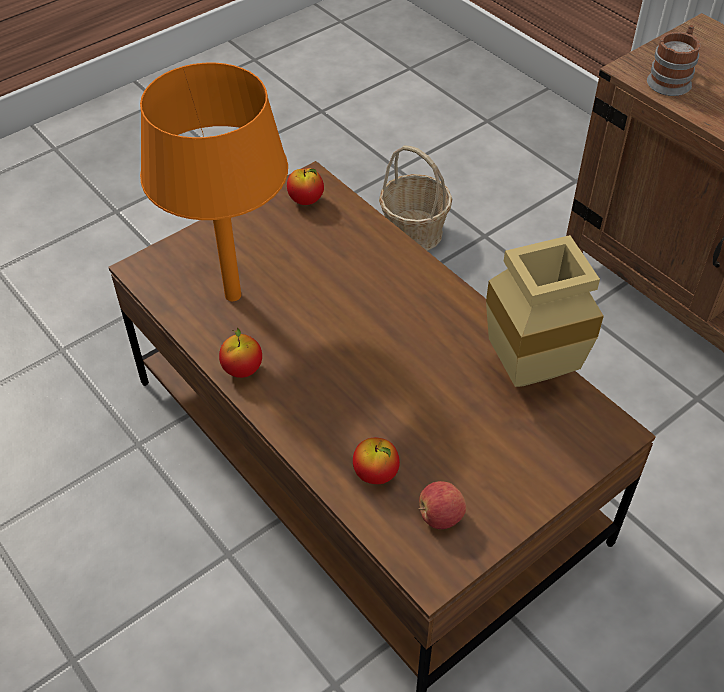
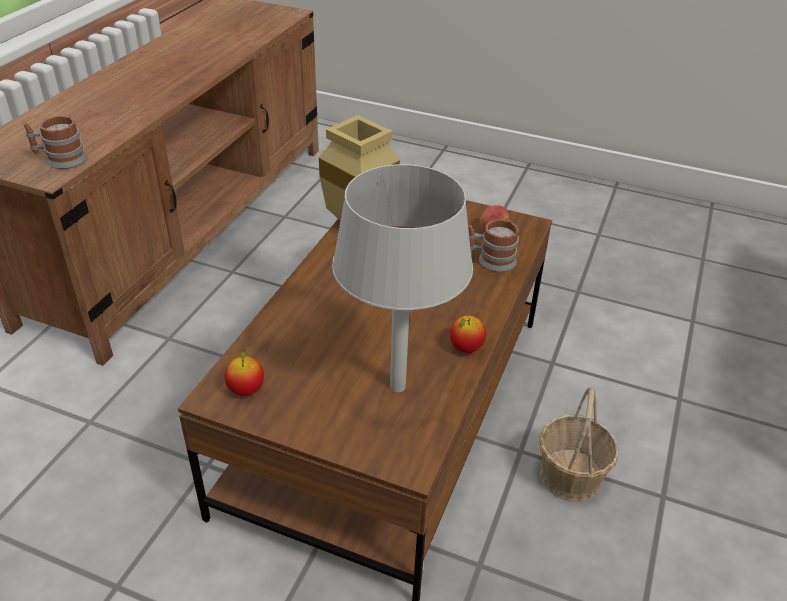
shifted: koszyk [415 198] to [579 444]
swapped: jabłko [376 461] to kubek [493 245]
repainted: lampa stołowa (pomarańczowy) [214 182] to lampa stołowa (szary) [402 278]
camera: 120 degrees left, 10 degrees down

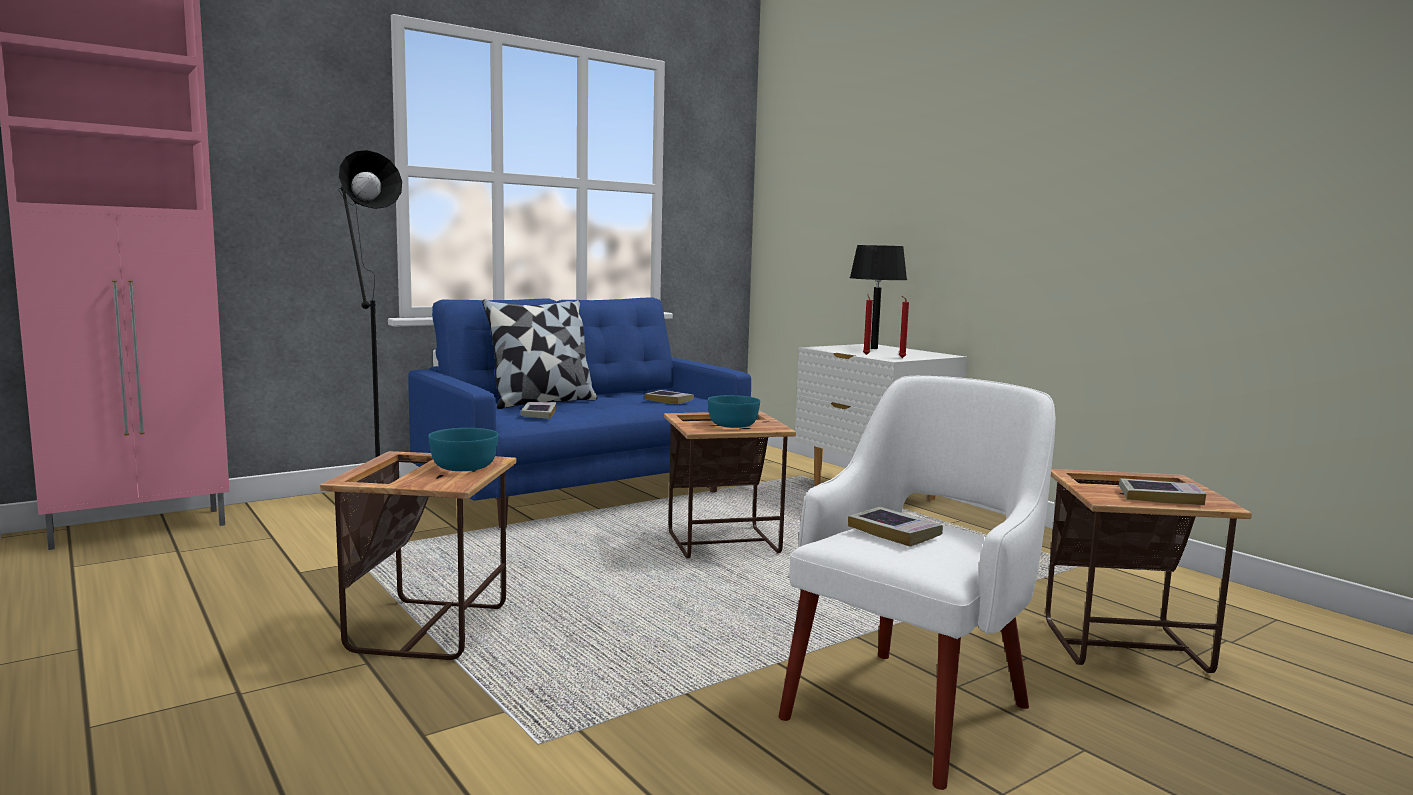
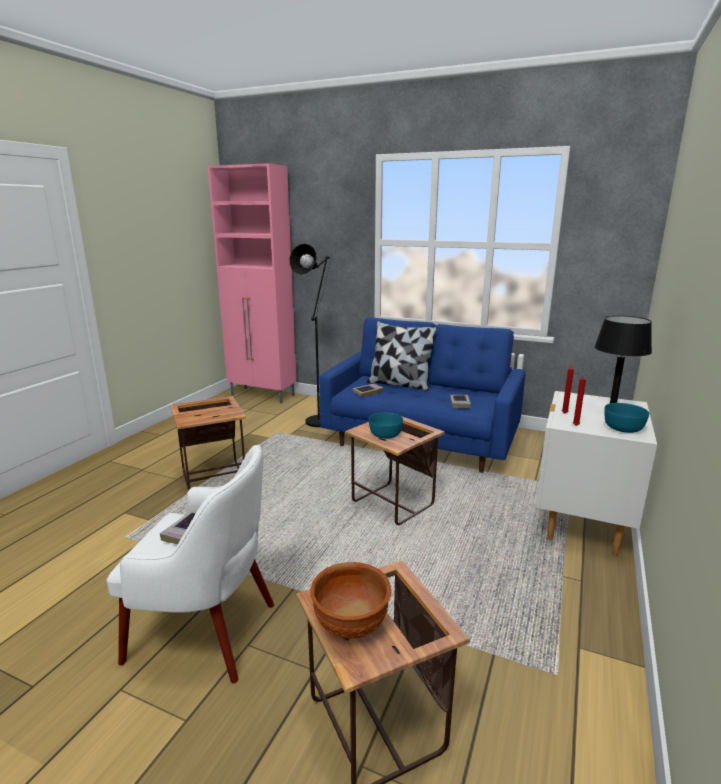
shifted: miska (turkusowy) [463 449] to [626 418]
swapped: książka [1162 491] to miska (brązowy) [350 600]
camera: 60 degrees right, 10 degrees up

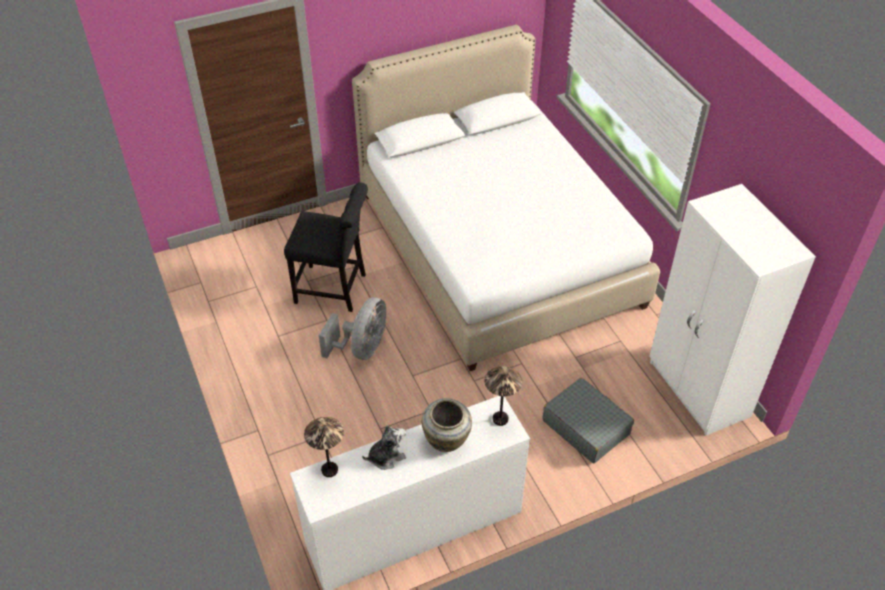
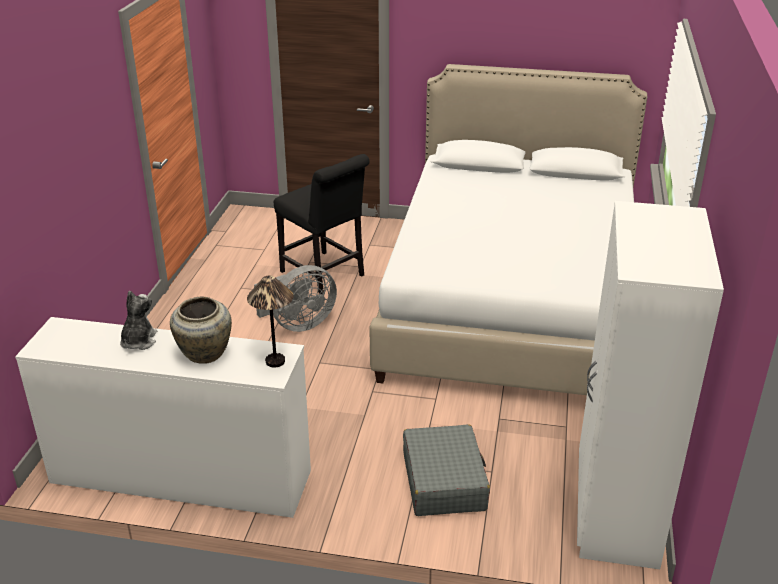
gone: lampa stołowa [324 447]
rotated: pluszak [384 447] = [138 320] 90 degrees counterclockwise
camera: 35 degrees right, 15 degrees down

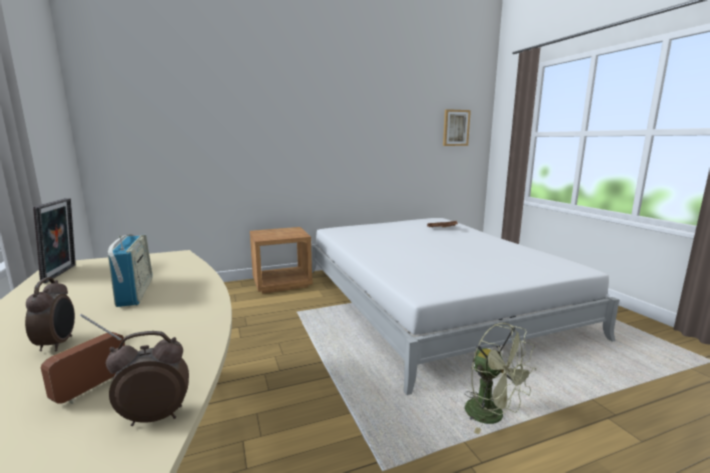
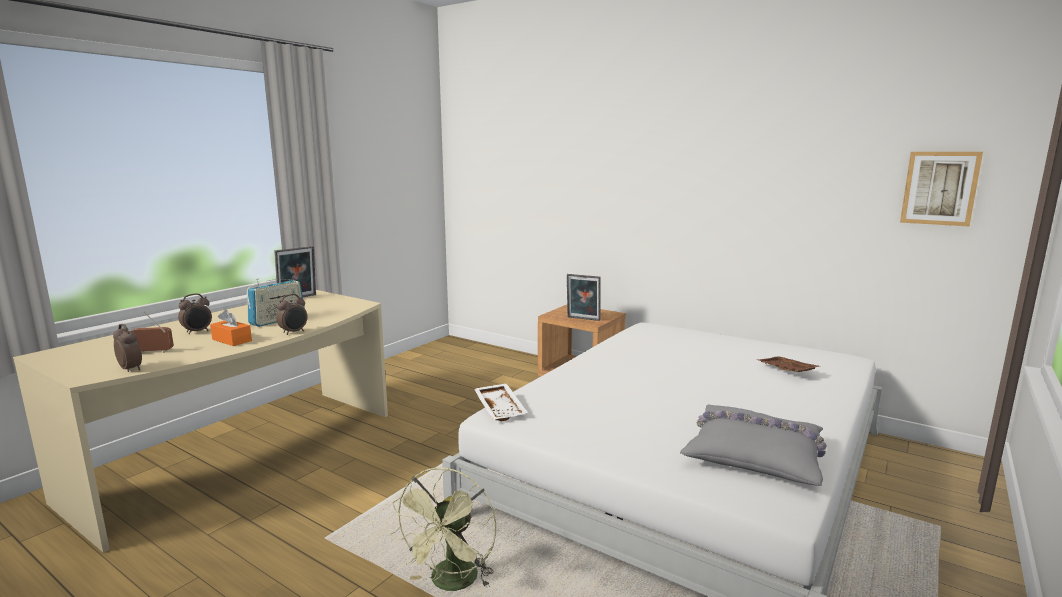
new: ramka na zdjęcie [584 297]; budzik [292 314]; pudełko chusteczek (pomarańczowy) [231 328]; taca (biały) [501 402]; poduszka (szary) [753 445]
camera: 55 degrees right, 0 degrees up

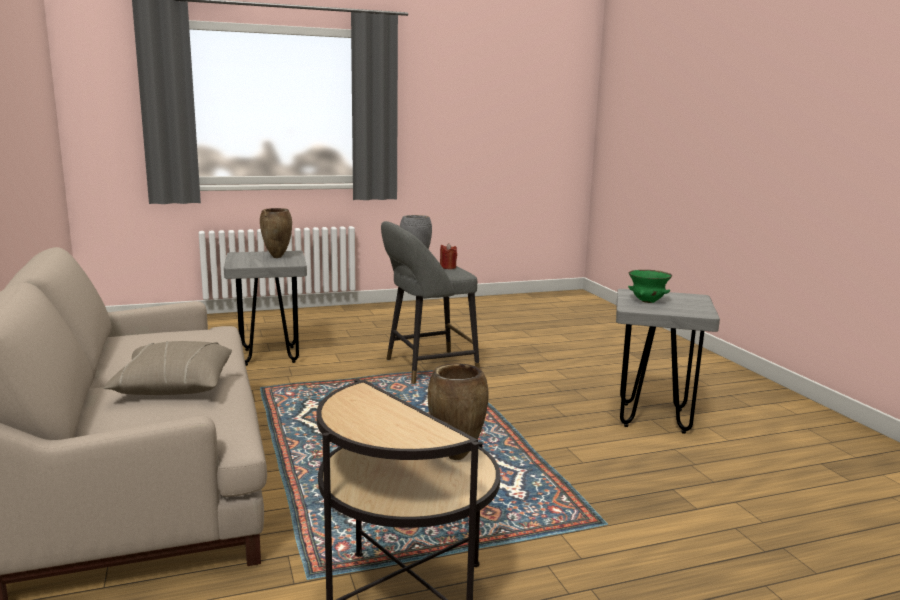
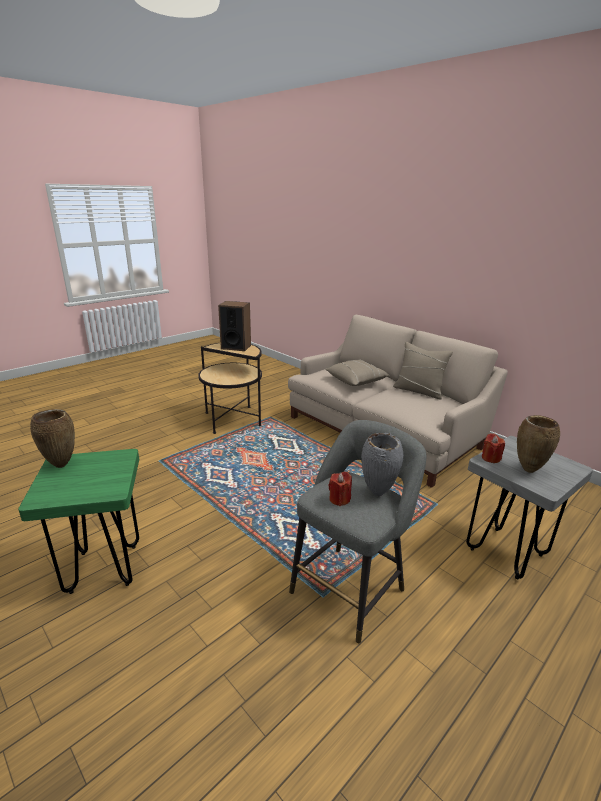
gone: miska (zielony) [650 286]
new: głośnik [234 326]; poduszka (beżowy) [423 370]; świeca (czerwony) [493 448]
shifted: wazon (brązowy) [457 411] to [52 438]
repainted: stołek (szary) [668 361] to stołek (zielony) [78 521]
camera: 155 degrees right, 10 degrees up

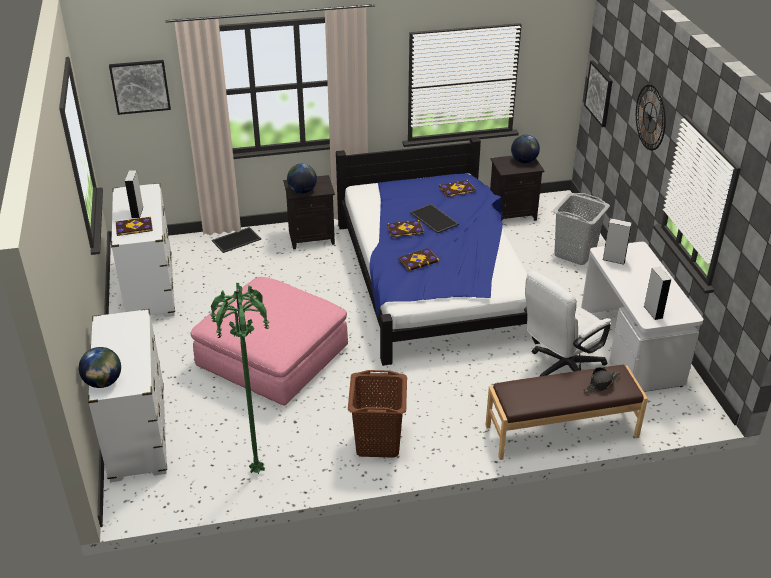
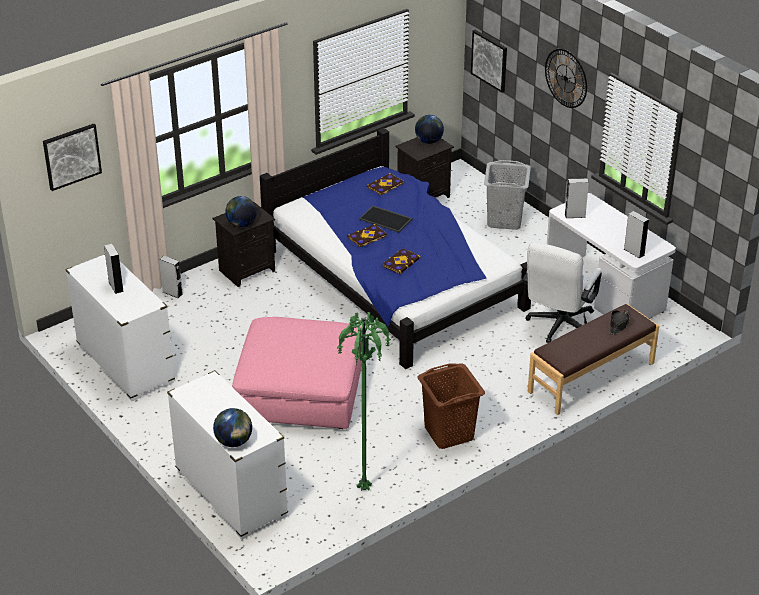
gone: książka [134 226]
swapped: taca [236 240] to głośnik (szary) [171 277]
camera: 25 degrees left, 0 degrees up

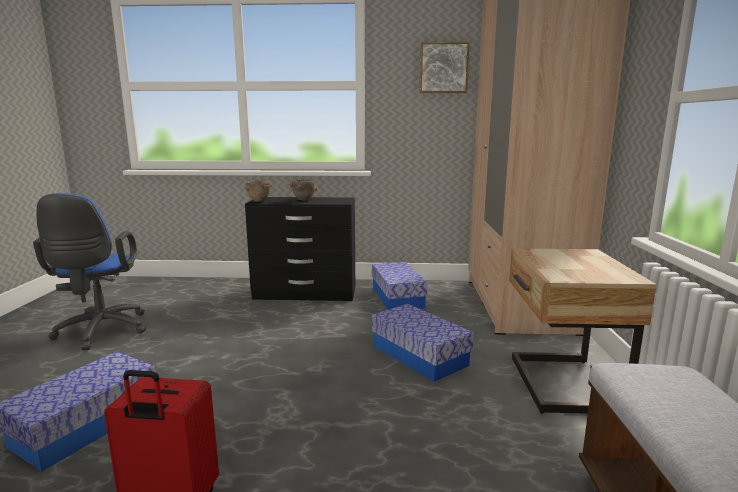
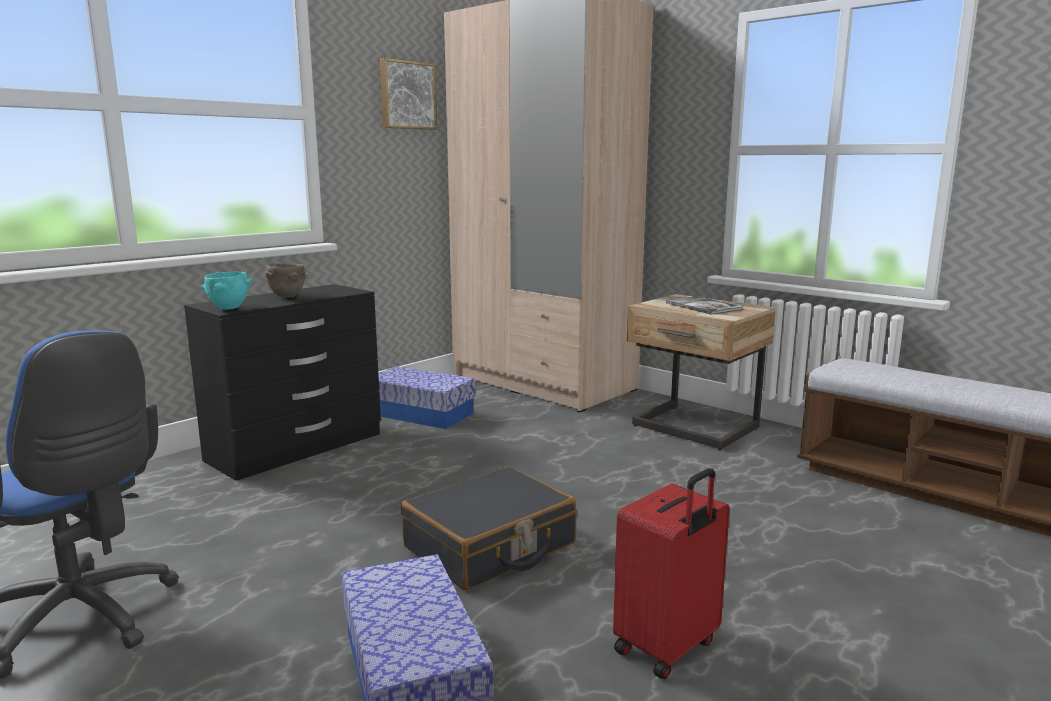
gone: pojemnik do przechowywania [423 343]
new: książka [704 305]; walizka (czarny) [489 528]
repainted: miska (brązowy) [258 191] to miska (turkusowy) [226 291]
camera: 50 degrees left, 0 degrees up

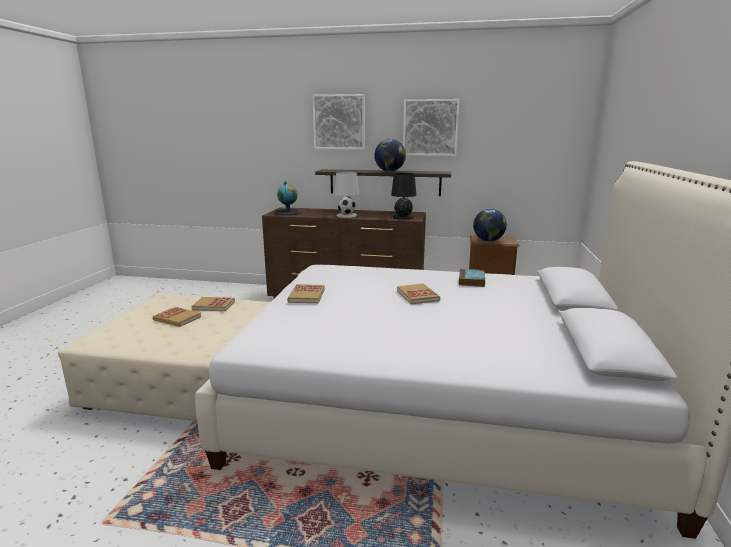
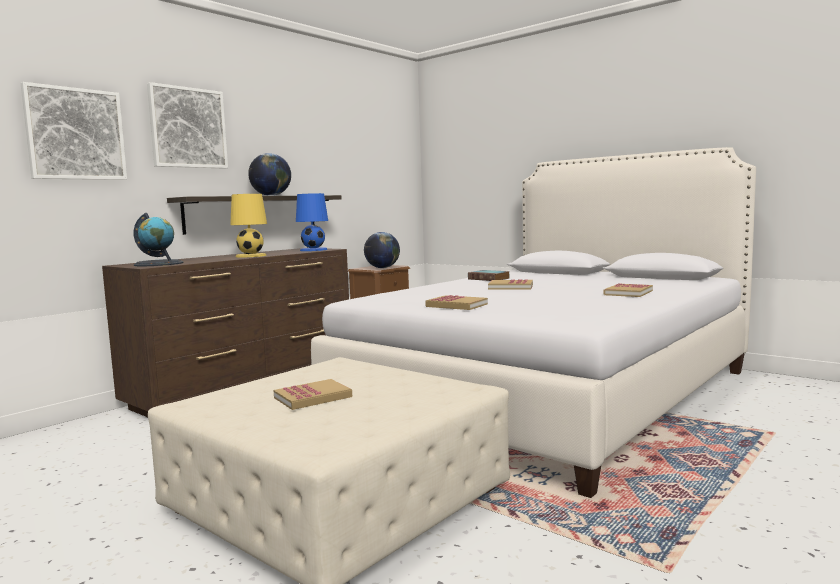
shifted: obraz [431 127] to [74 131]; książka [213 304] to [628 290]
repainted: lampa stołowa (biały) [346 195] to lampa stołowa (żółty) [248 225]; lampa stołowa (czarny) [403 196] to lampa stołowa (niebieski) [312 222]
camera: 60 degrees left, 10 degrees down

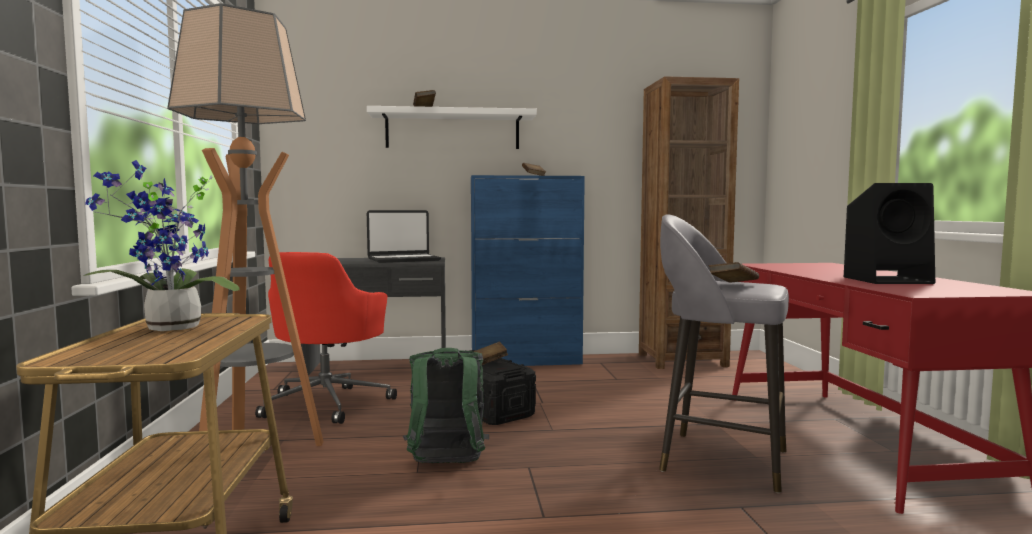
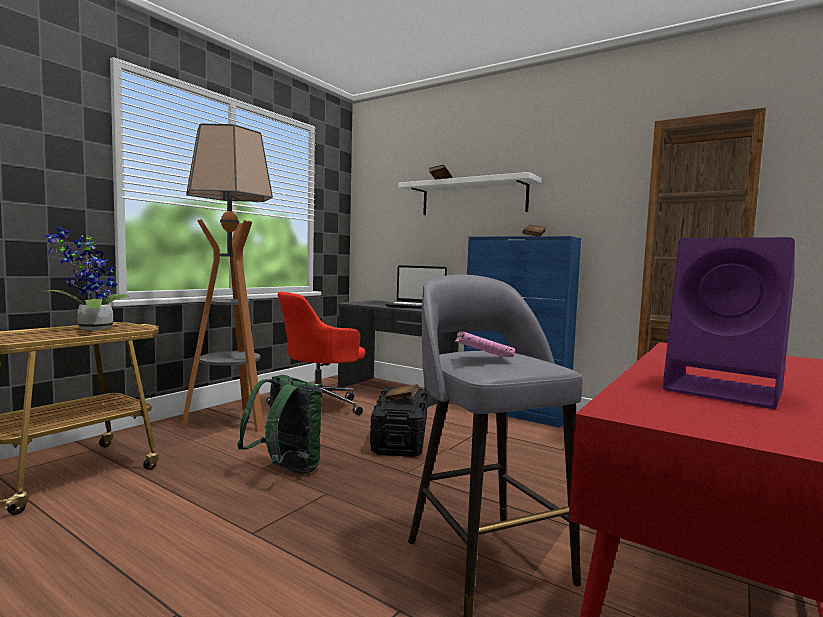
repainted: głośnik (czarny) [889 233] to głośnik (fioletowy) [729 323]; książka (brązowy) [733 272] to książka (różowy) [485 344]
camera: 40 degrees right, 0 degrees up

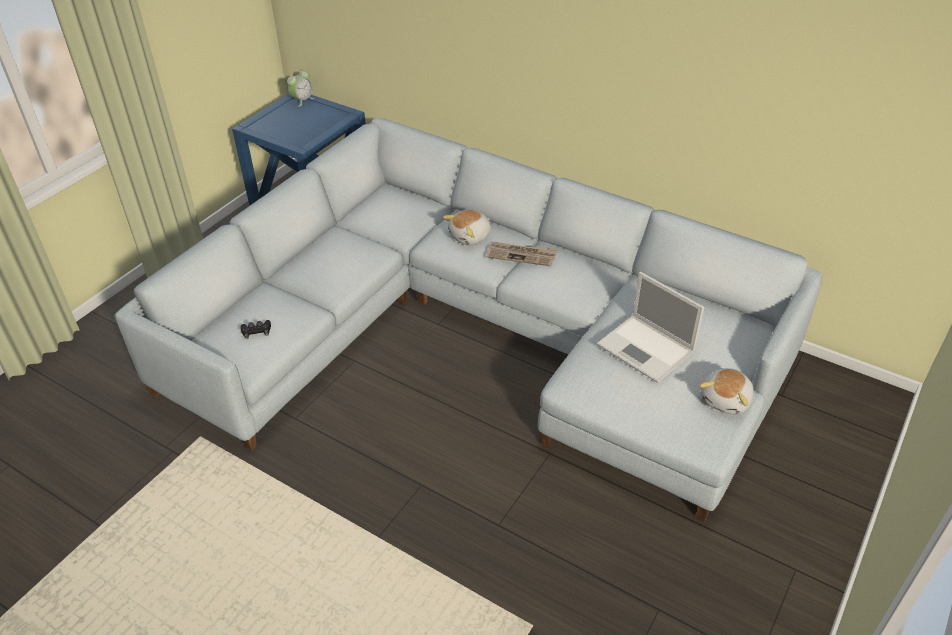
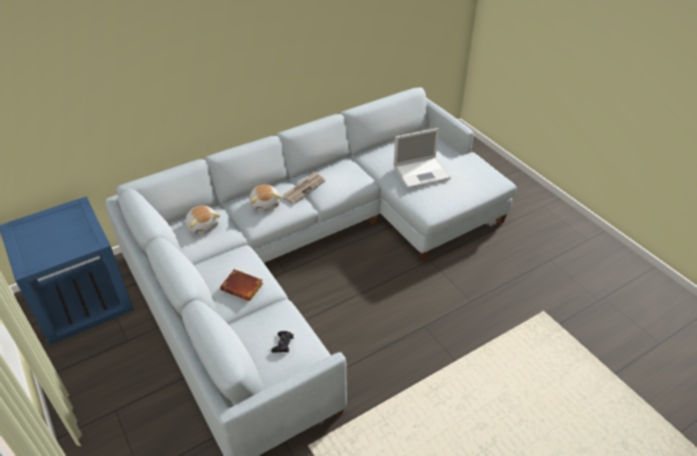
gone: budzik [300 88]
new: książka (brązowy) [241 285]
shifted: pluszak [726 391] to [203 220]
camera: 65 degrees left, 0 degrees up

